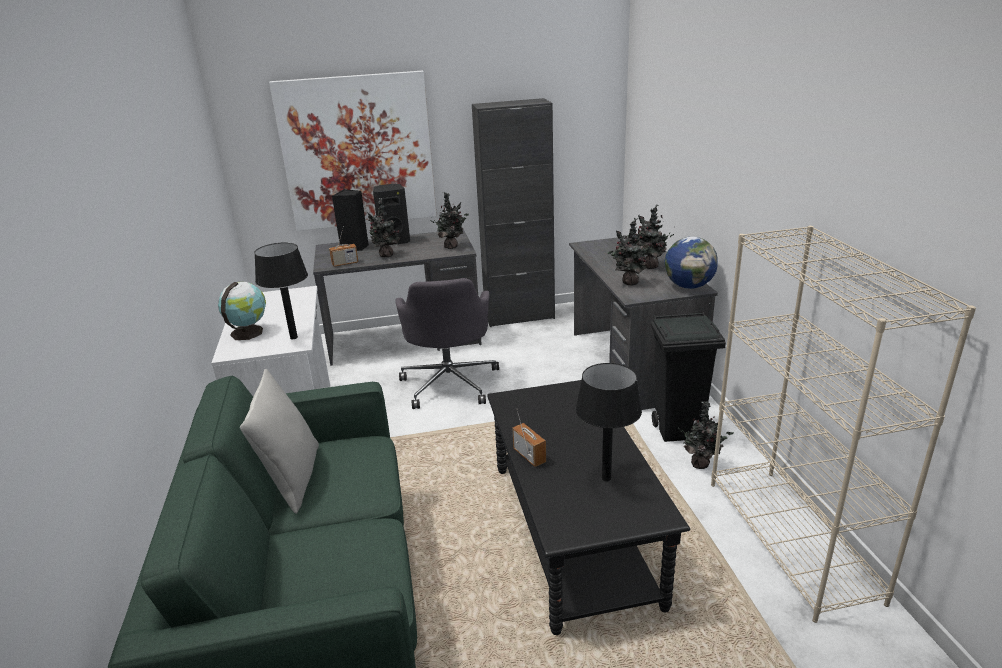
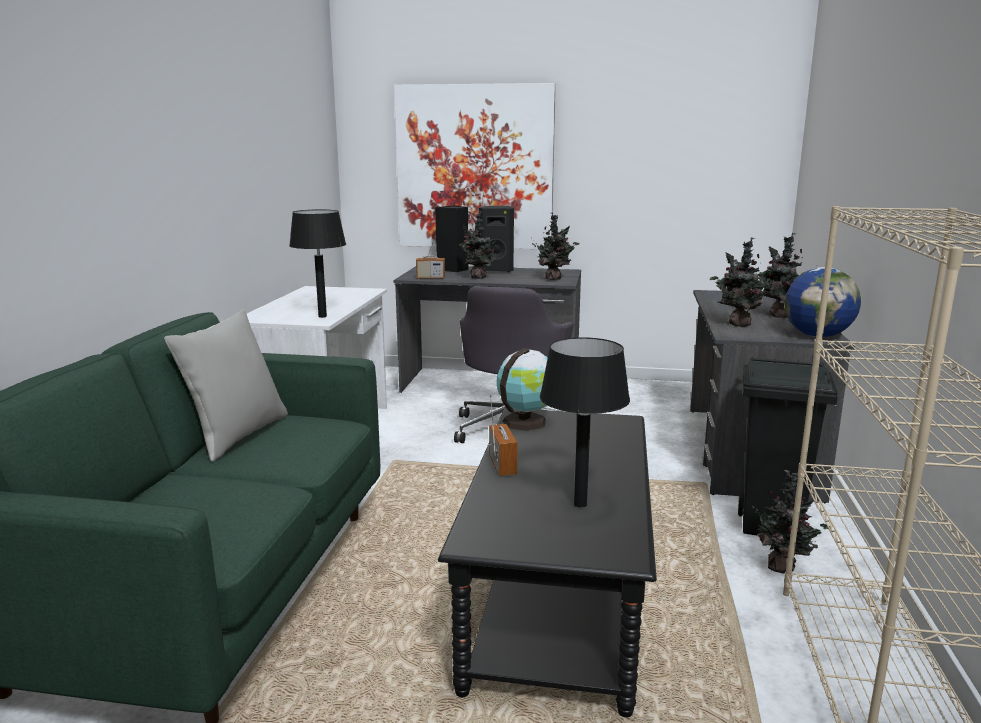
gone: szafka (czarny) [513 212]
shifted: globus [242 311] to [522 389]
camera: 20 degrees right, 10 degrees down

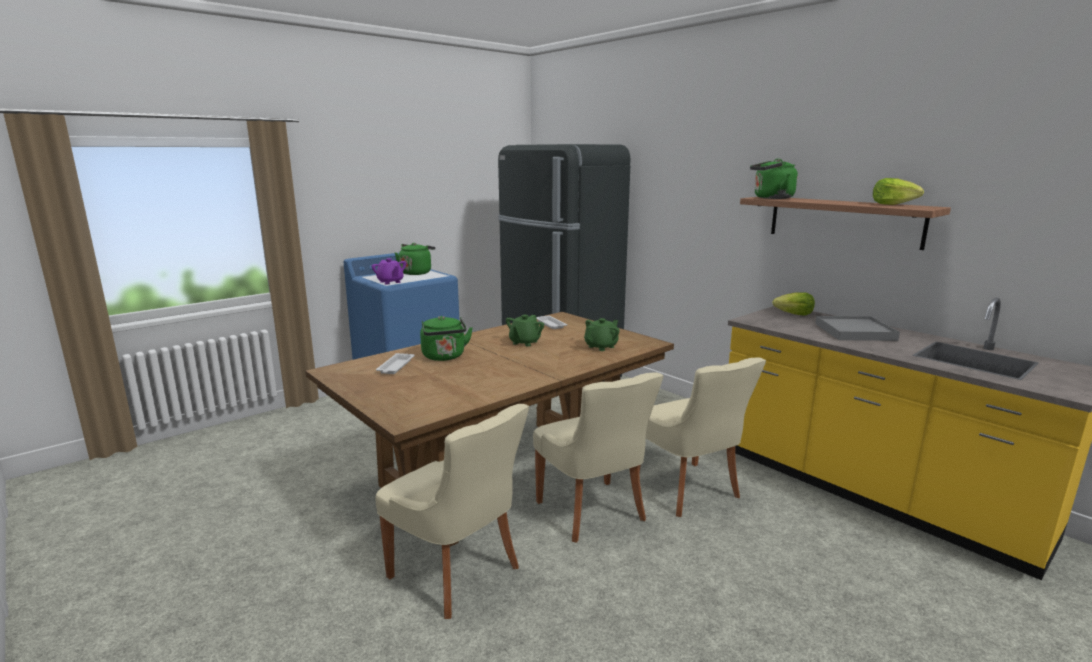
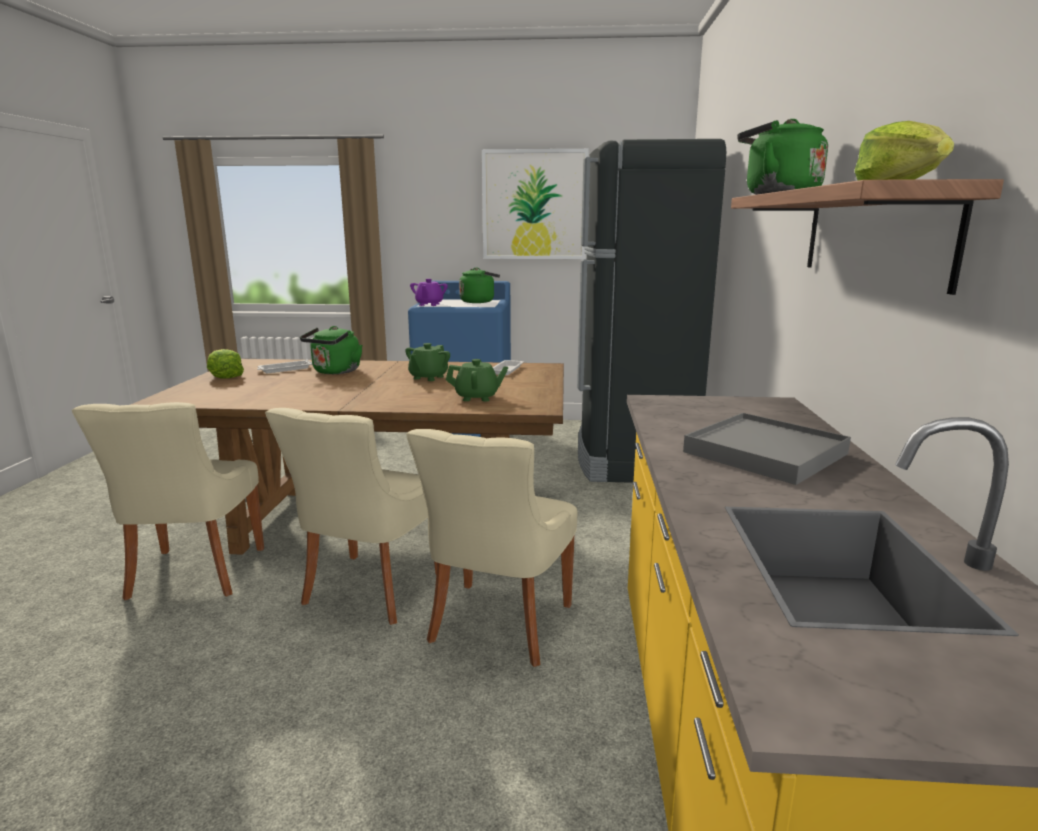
new: obraz [535 204]
shifted: sałata [793 304] to [225 363]
rotated: imbryk (zielony) [525 331] = [427 362] 45 degrees counterclockwise
camera: 45 degrees right, 0 degrees up

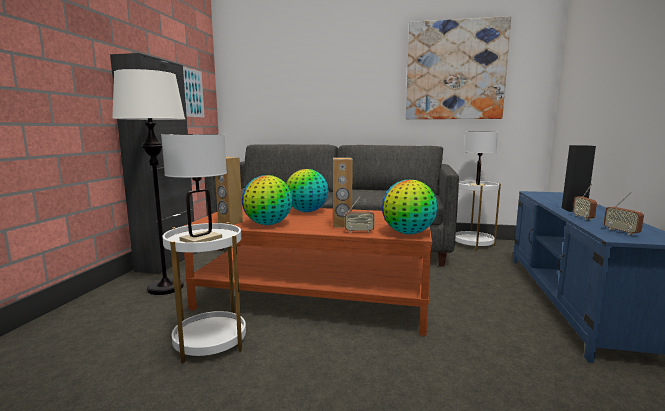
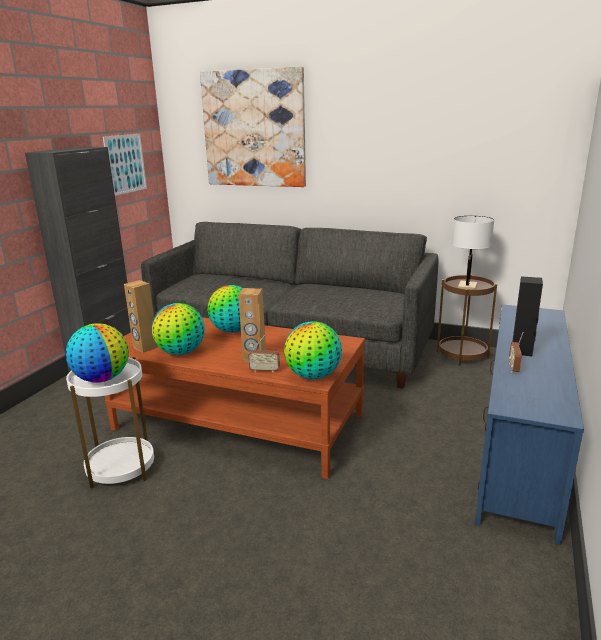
gone: lampa stojąca (biały) [148 182]; radio [624 213]
shifted: obraz [458 67] to [253 126]
swapped: lampa stołowa (biały) [194 188] to globus [97 353]
repainted: stolik (biały) [478 215] to stolik (brązowy) [467 320]
camera: 10 degrees right, 10 degrees up

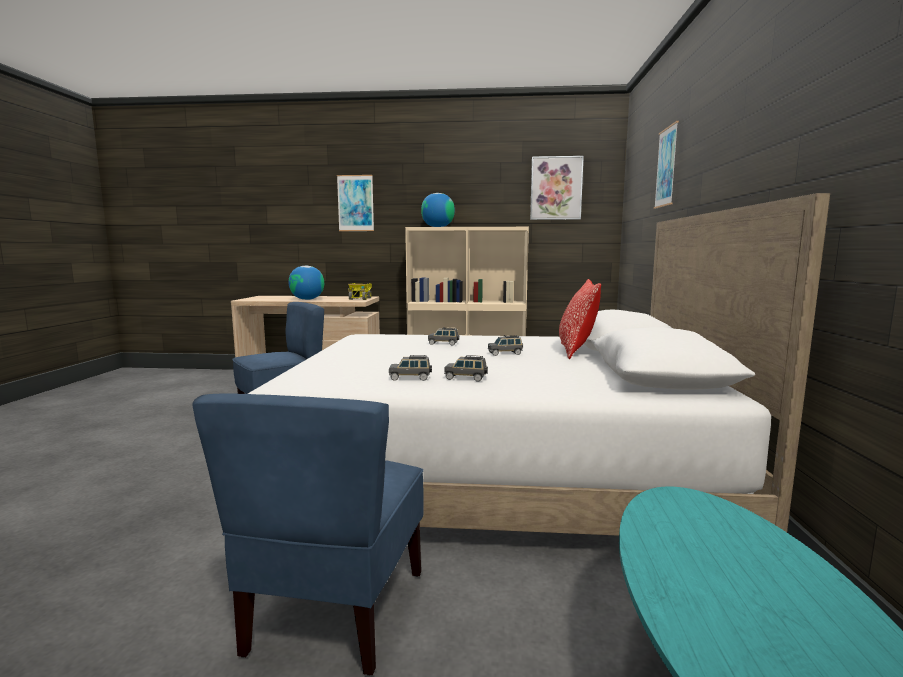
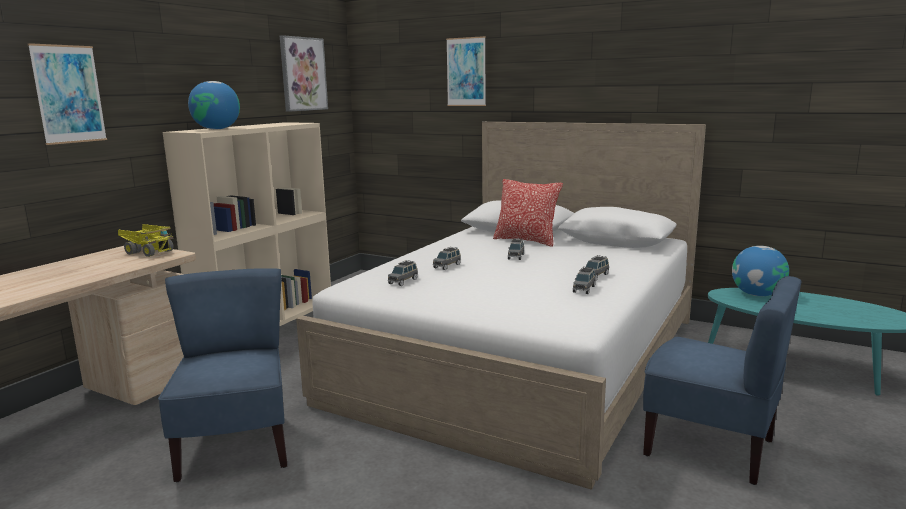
new: samochodzik (szary) [403 273]
shifted: globus [306 283] to [760 271]
camera: 65 degrees left, 5 degrees up

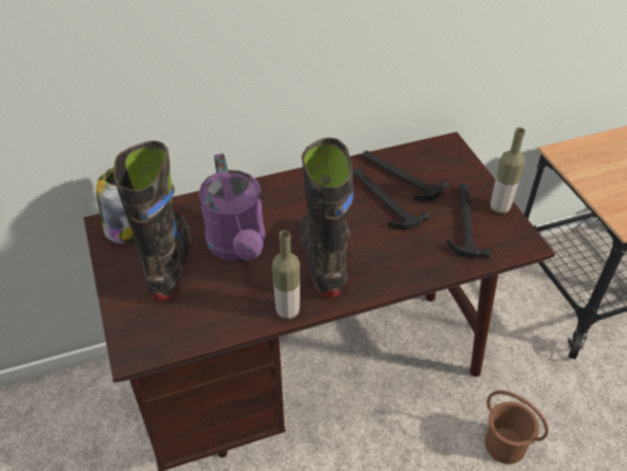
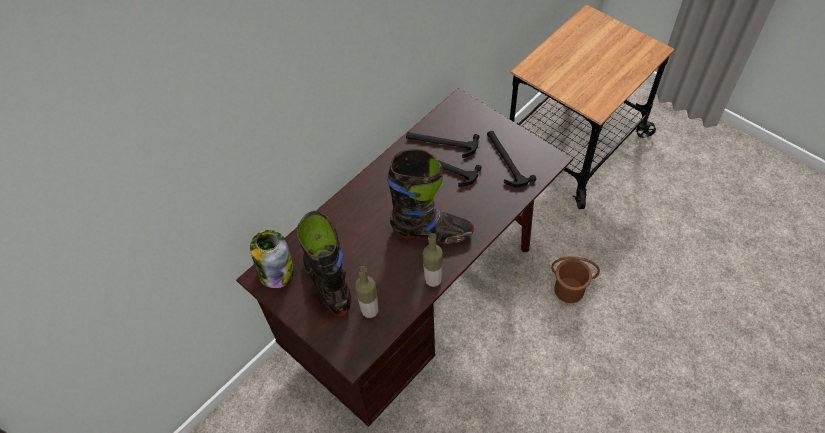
gone: konewka (fioletowy) [232 207]
shifted: butelka [507 171] to [367 292]
rotated: but z cholewką (czarny) [326 217] = [430 196] 135 degrees clockwise
camera: 25 degrees left, 10 degrees up

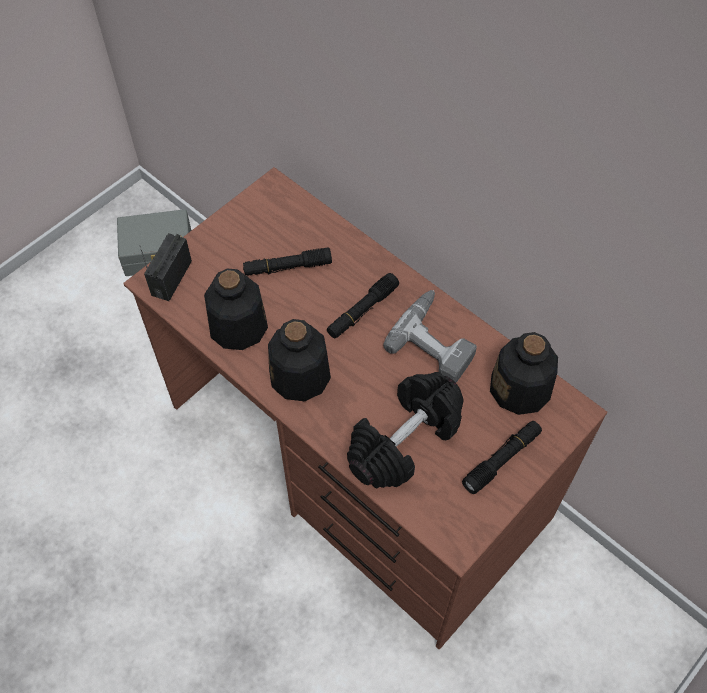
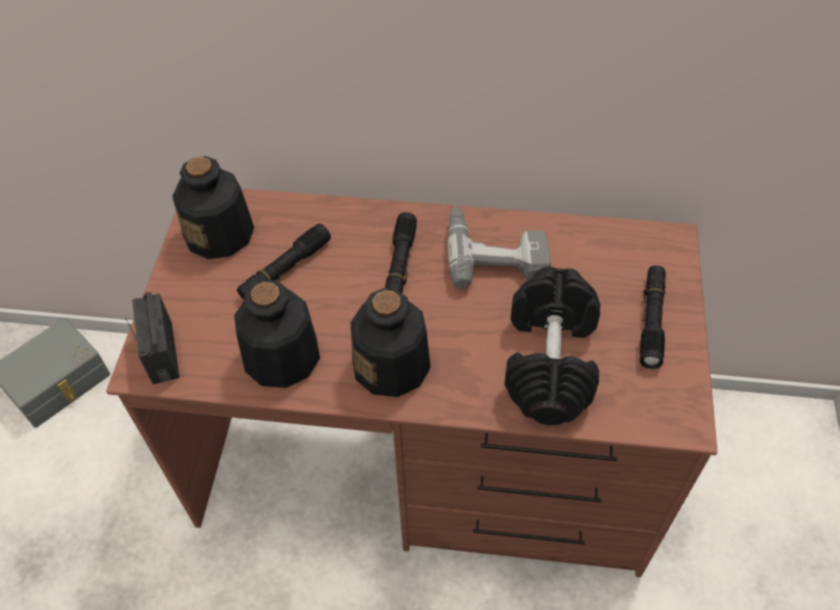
shifted: butelka [524 373] to [213 207]
camera: 35 degrees left, 5 degrees down

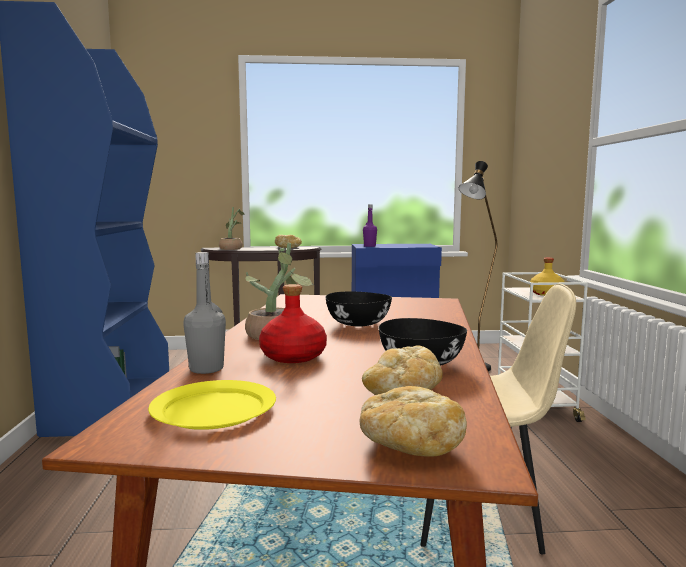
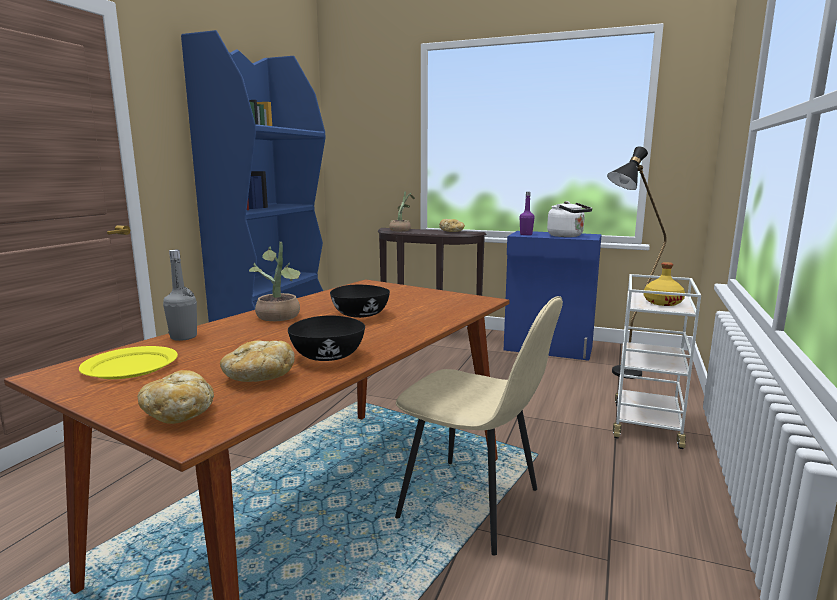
gone: butelka (czerwony) [293 323]
new: czajnik (biały) [569 219]
camera: 25 degrees right, 5 degrees up

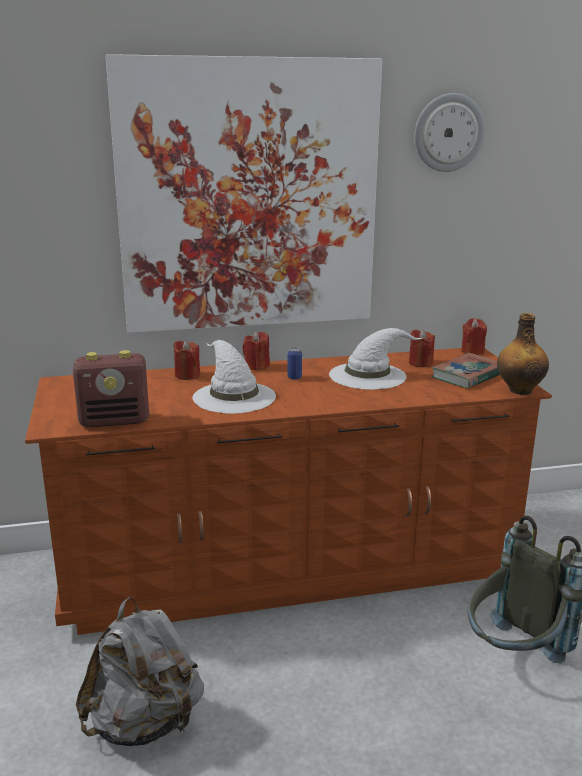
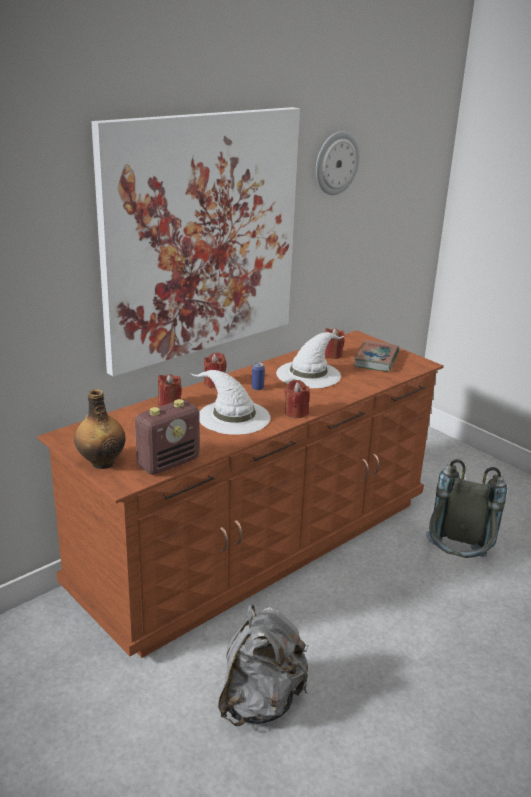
shifted: butelka [523 354] to [100 429]; świeca (czerwony) [474 336] to [297 399]
camera: 30 degrees left, 5 degrees up

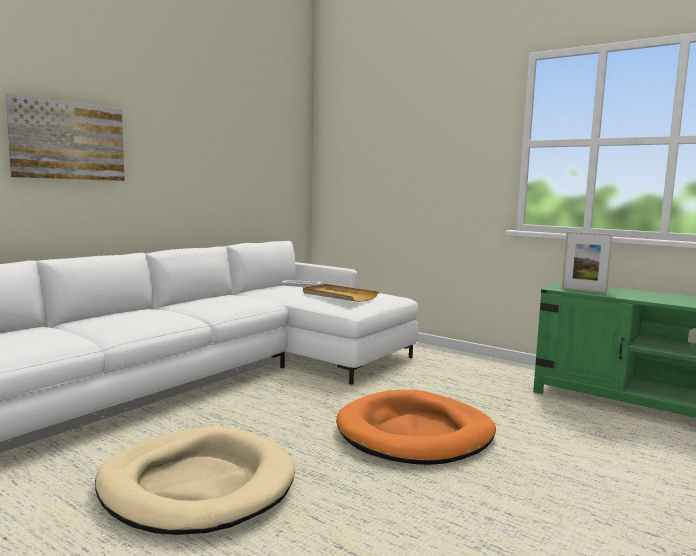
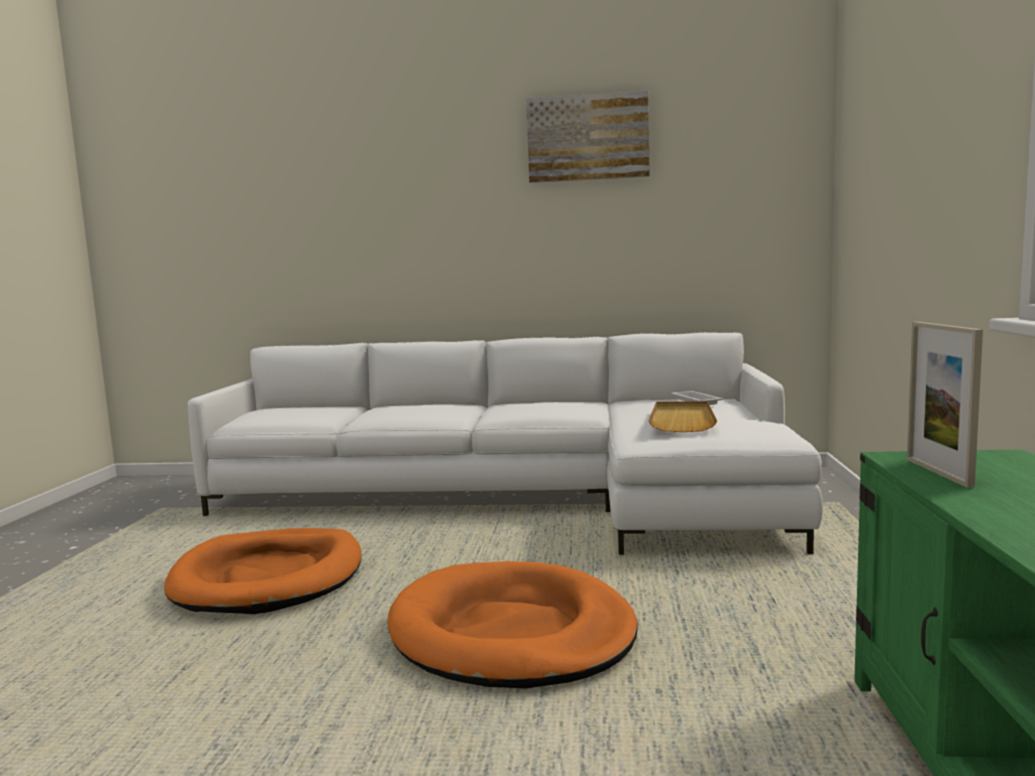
shifted: obraz [65 137] to [588 137]
repainted: legowisko (beżowy) [195 480] to legowisko (pomarańczowy) [263 571]
camera: 60 degrees right, 0 degrees up

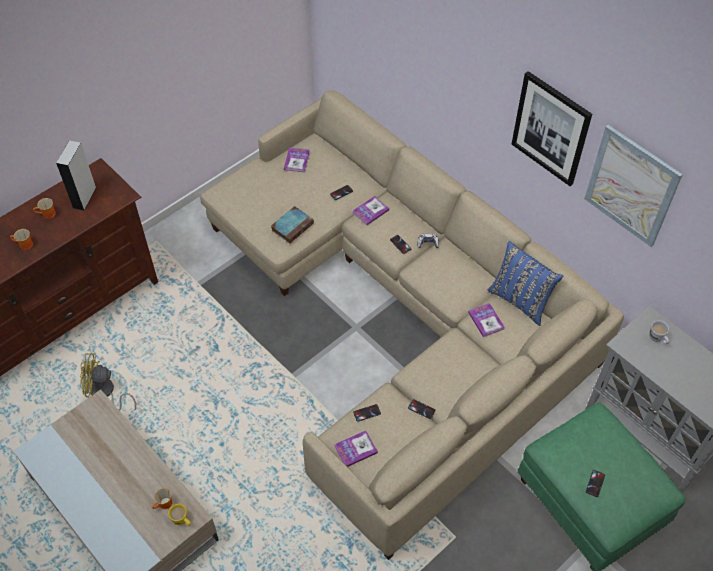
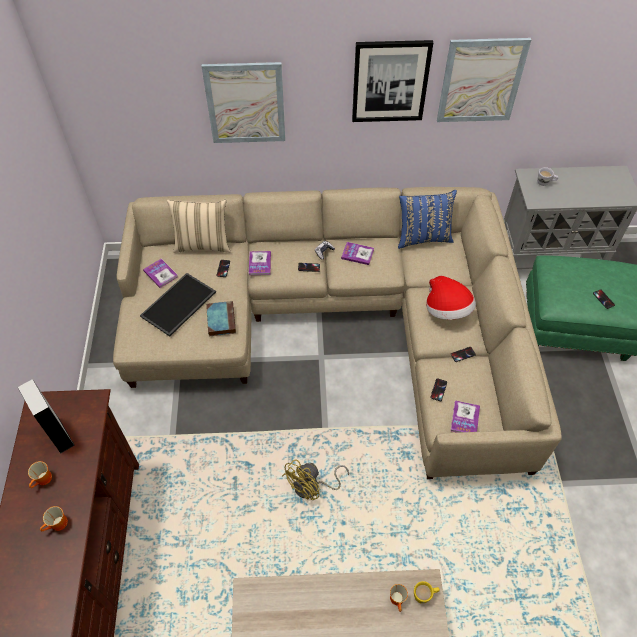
new: obraz [243 102]; poduszka (beżowy) [199 226]; taca [178 304]; kapelusz [451 298]
shifted: książka [486 320] to [357 253]; wentylator (żółty) [108 382] to [315 479]
camera: 50 degrees left, 0 degrees up

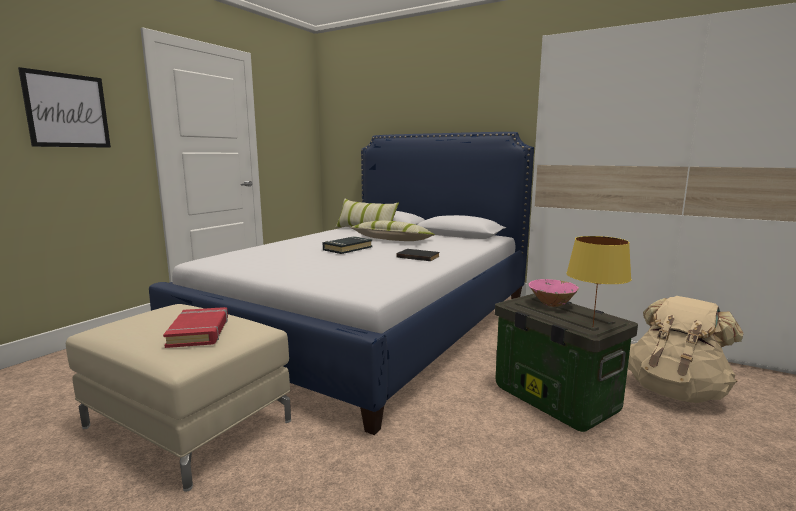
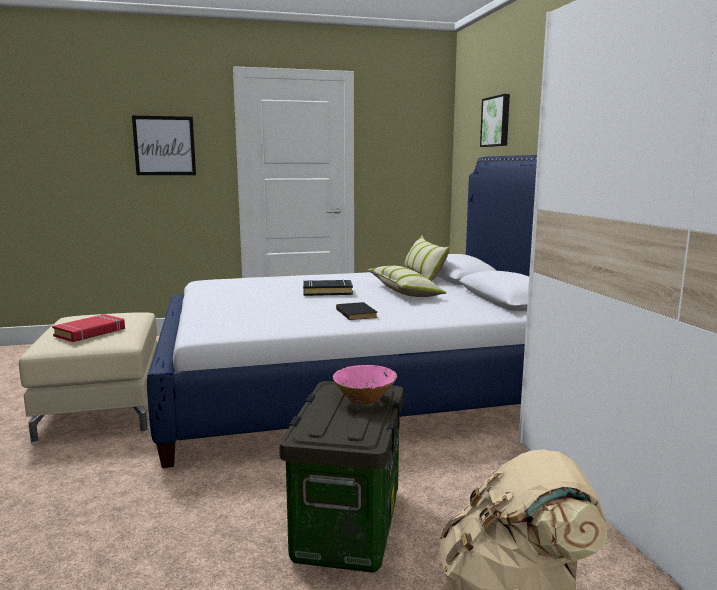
gone: lampa stołowa (żółty) [599 281]
new: obraz [495 120]
camera: 45 degrees right, 0 degrees up

